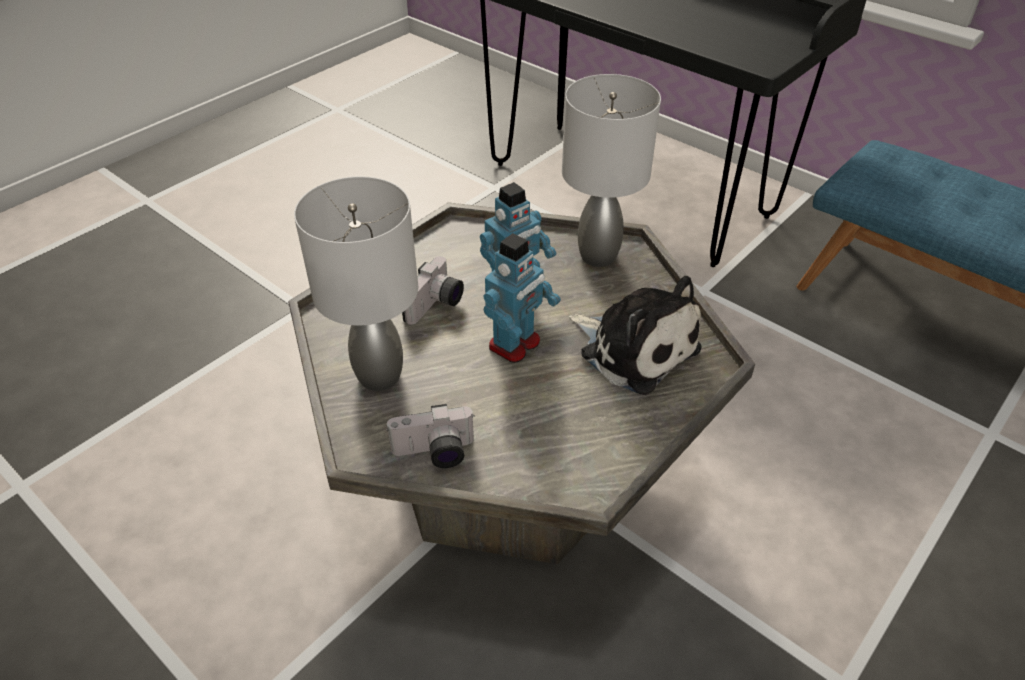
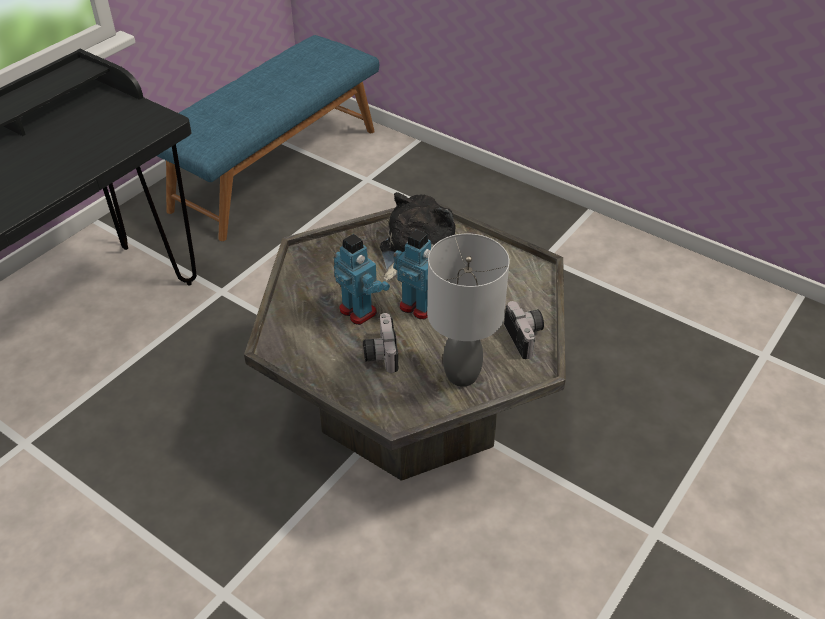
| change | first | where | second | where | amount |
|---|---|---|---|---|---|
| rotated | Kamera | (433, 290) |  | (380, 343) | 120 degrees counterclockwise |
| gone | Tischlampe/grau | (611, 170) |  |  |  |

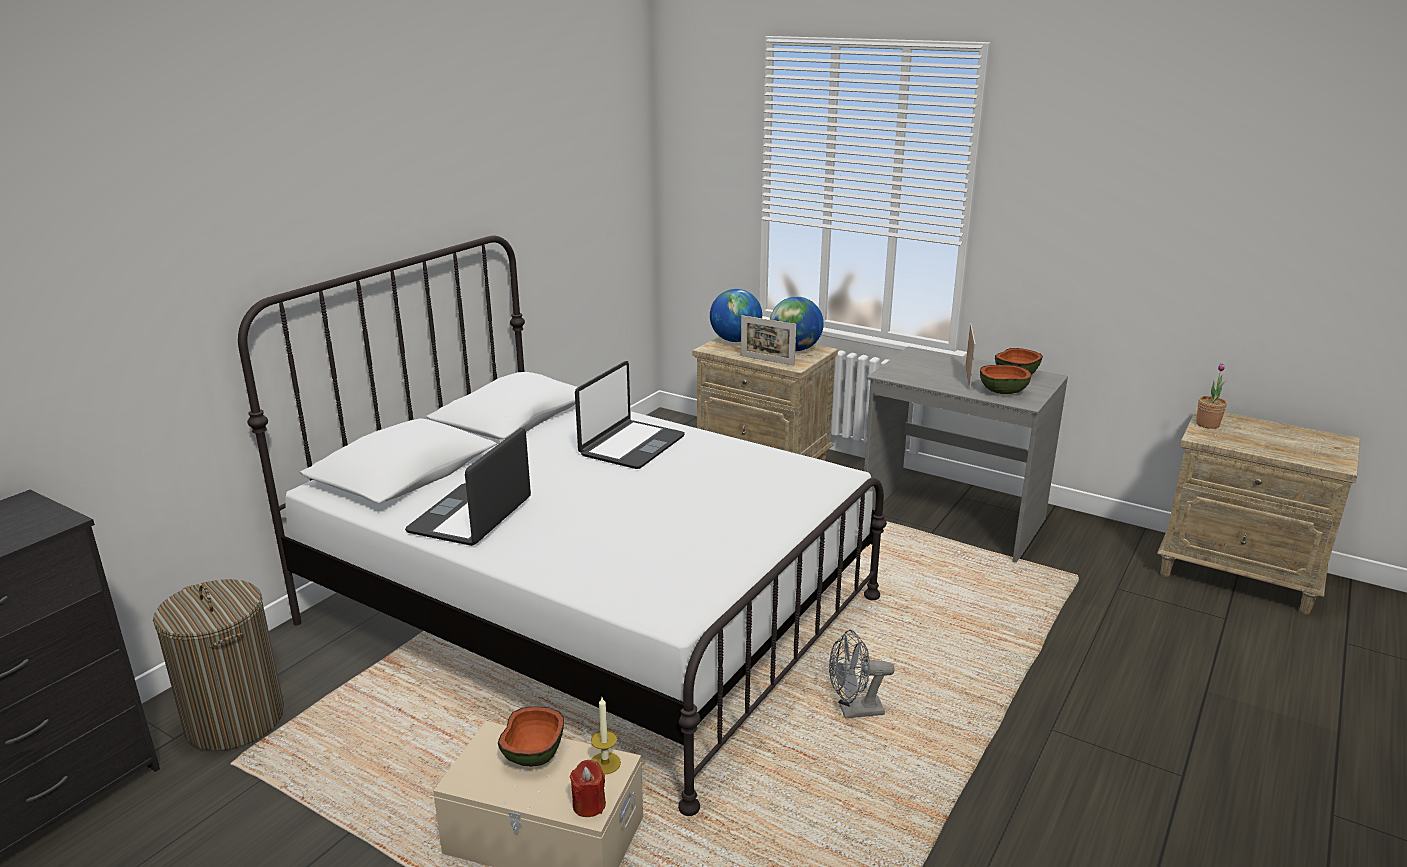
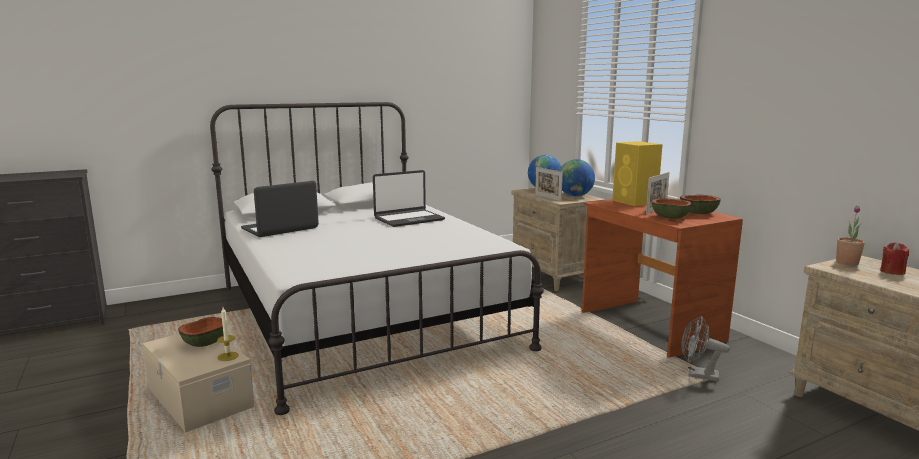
| change | first | where | second | where | amount |
|---|---|---|---|---|---|
| gone | Wäschekorb | (218, 665) |  |  |  |
| shifted | Kerze/rot | (588, 788) |  | (894, 258) |  |
| shifted | Ventilator/grau | (862, 674) |  | (705, 349) |  |
| repainted | Schreibtisch/grau | (966, 454) | Schreibtisch/braun | (662, 278) |  |
| new |  |  | Lautsprecher/gelb | (637, 173) |  |

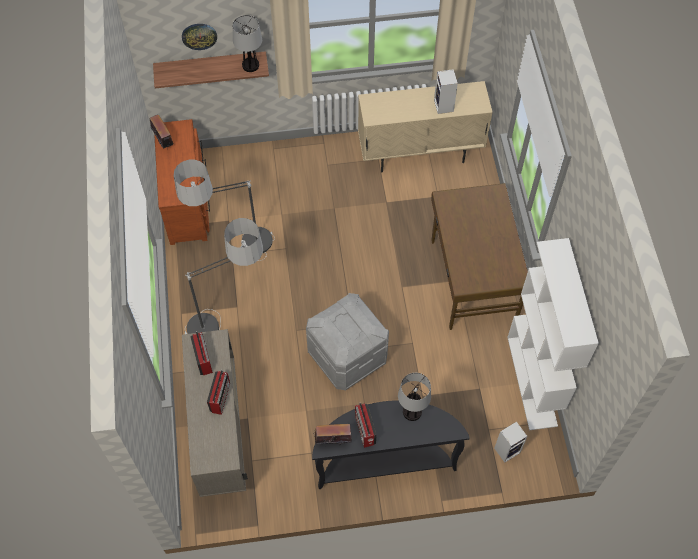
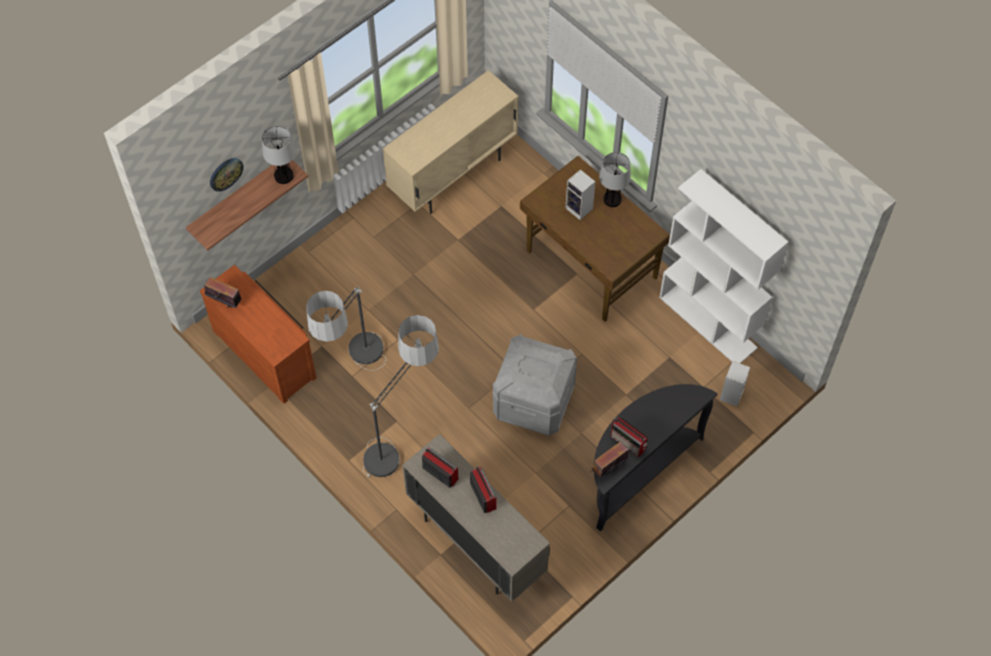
| change | first | where | second | where | amount |
|---|---|---|---|---|---|
| shifted | Tischlampe | (414, 397) |  | (615, 179) |  |
| shifted | Lautsprecher | (446, 91) |  | (580, 194) |  |

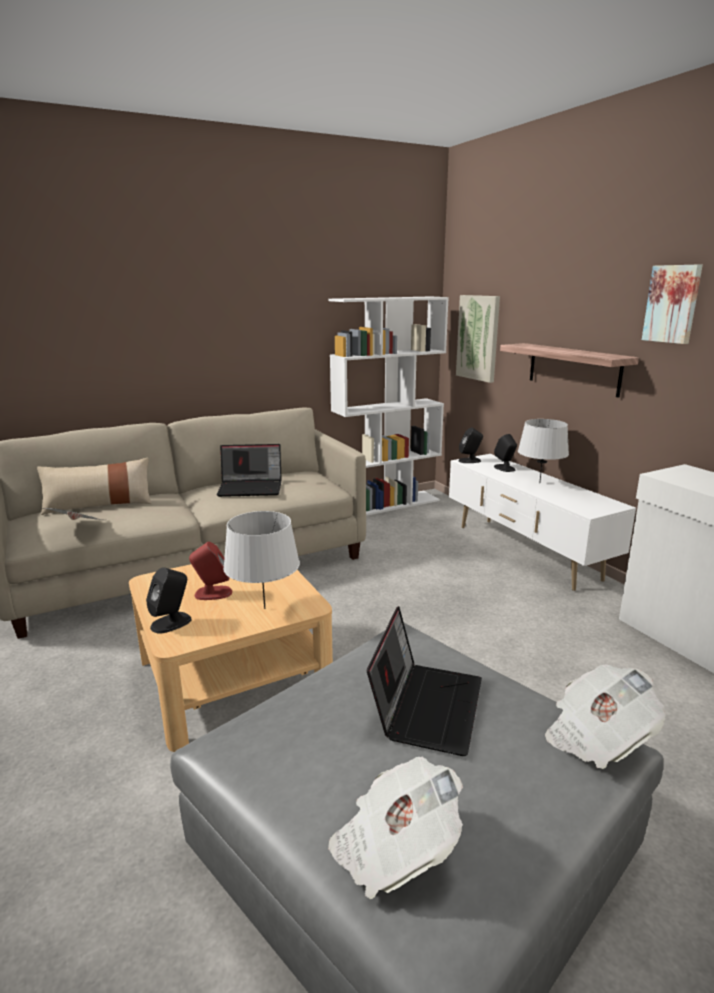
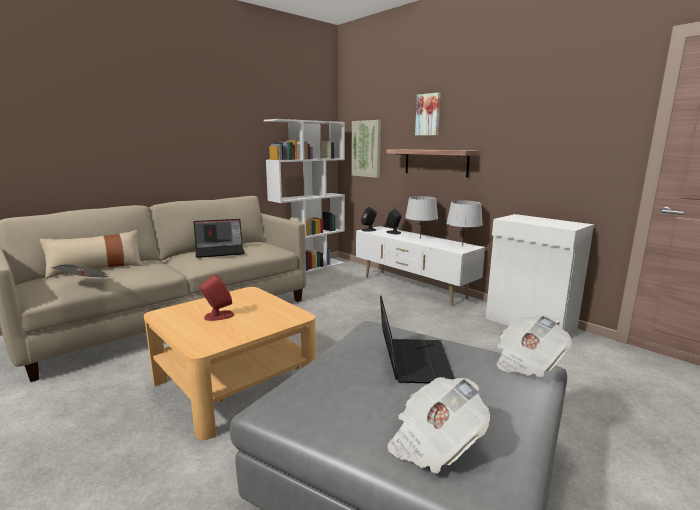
| change | first | where | second | where | amount |
|---|---|---|---|---|---|
| gone | Lautsprecher/schwarz | (169, 600) |  |  |  |
| shifted | Tischlampe/grau | (261, 560) |  | (464, 224) |  |
| shifted | Bild | (672, 304) |  | (428, 114) |  |

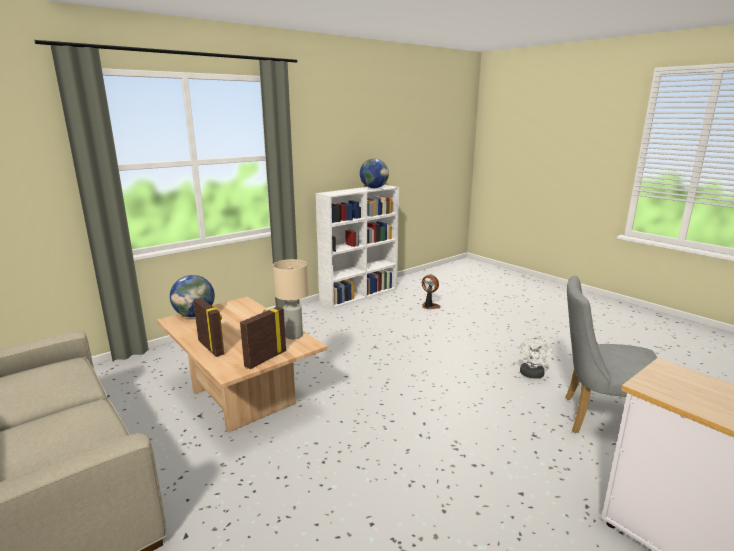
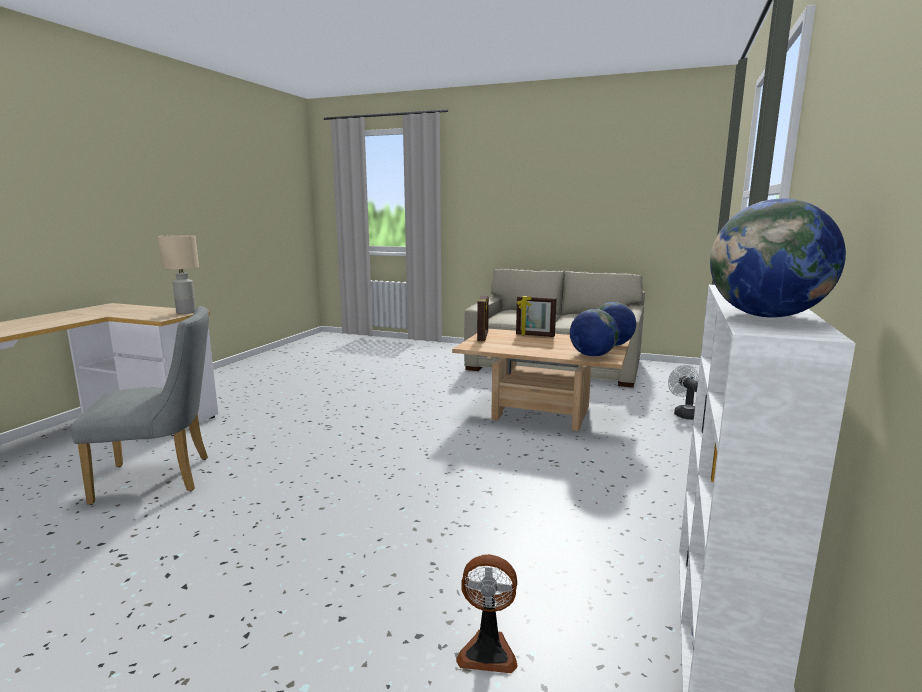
| change | first | where | second | where | amount |
|---|---|---|---|---|---|
| shifted | Tischlampe/beige | (290, 299) |  | (178, 274) |  |
| shifted | Ventilator/weiß | (536, 357) |  | (683, 392) |  |
| new |  |  | Globus | (594, 333) |  |

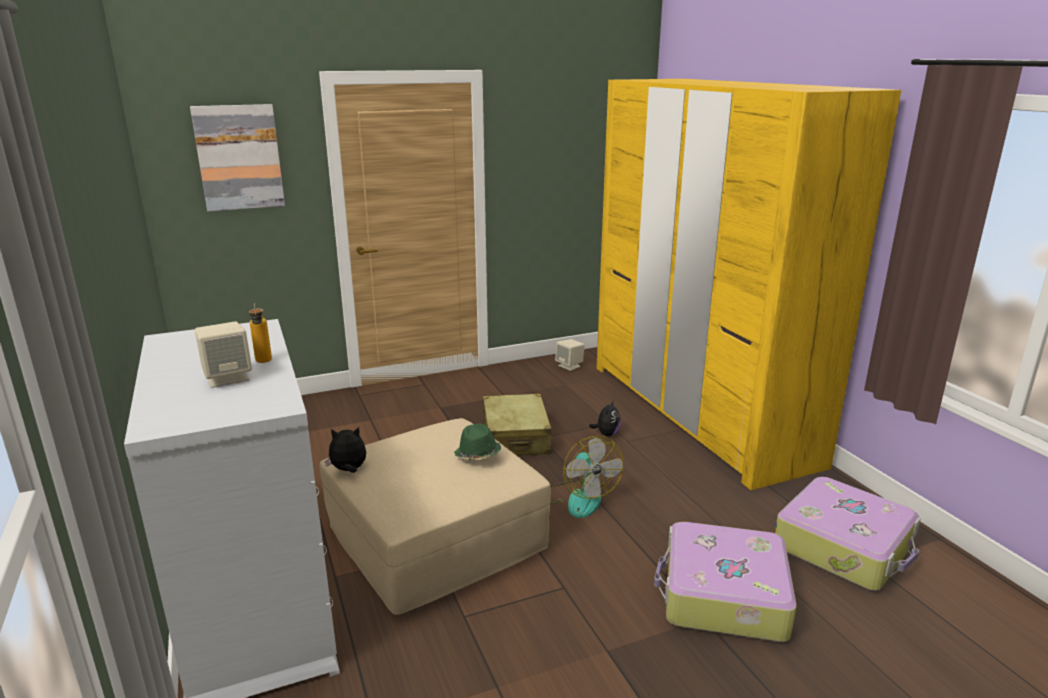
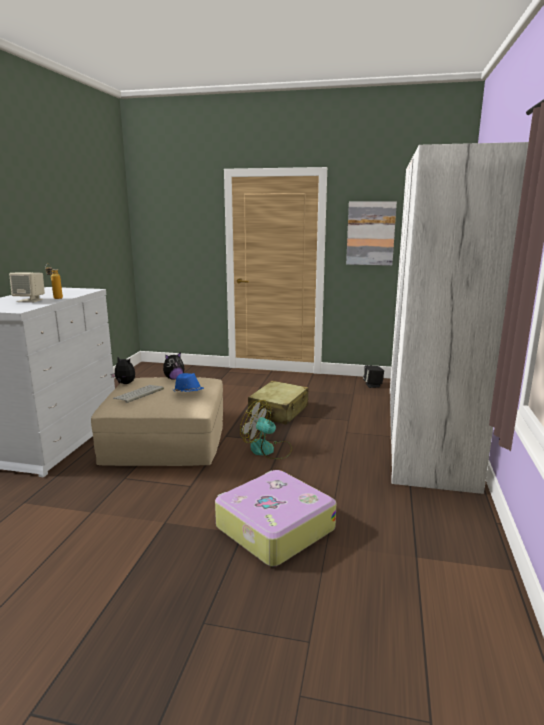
| change | first | where | second | where | amount |
|---|---|---|---|---|---|
| shifted | Bild | (237, 157) |  | (371, 233) |  |
| repainted | Hut/grün | (477, 442) | Hut/blau | (188, 382) |  |
| rotated | Ventilator | (586, 477) |  | (266, 429) | 105 degrees clockwise |
| repainted | Lautsprecher/beige | (570, 355) | Lautsprecher/schwarz | (373, 376) |  |
| shifted | Plüschtier | (605, 418) |  | (174, 366) |  |
| repainted | Kleiderschrank/gelb | (748, 284) | Kleiderschrank/weiß | (459, 318) |  |
| gone | Koffer | (848, 534) |  |  |  |
| new |  |  | Tastatur | (138, 394) |  |

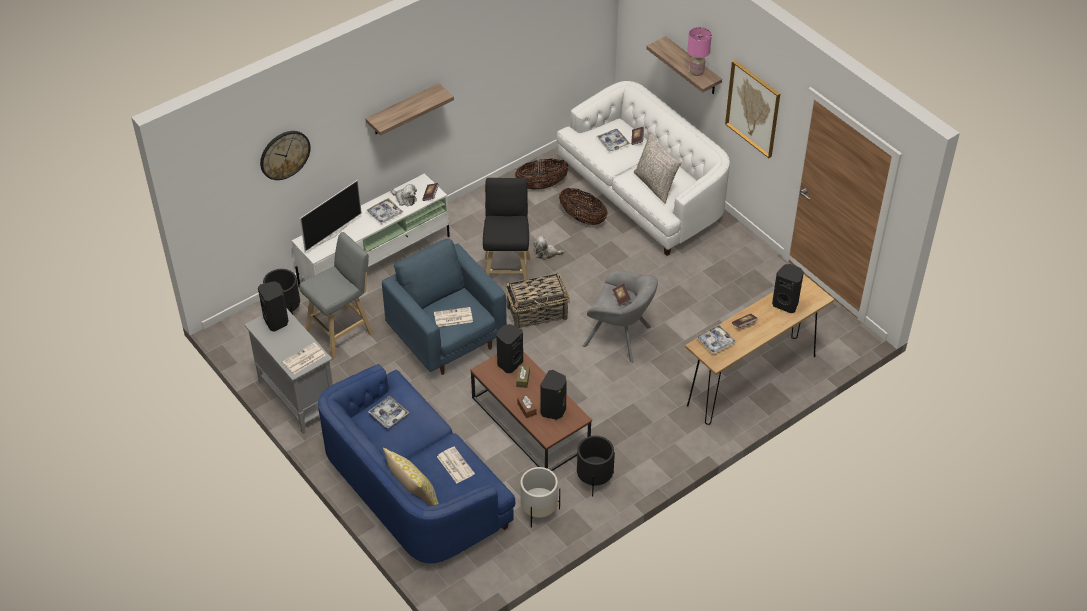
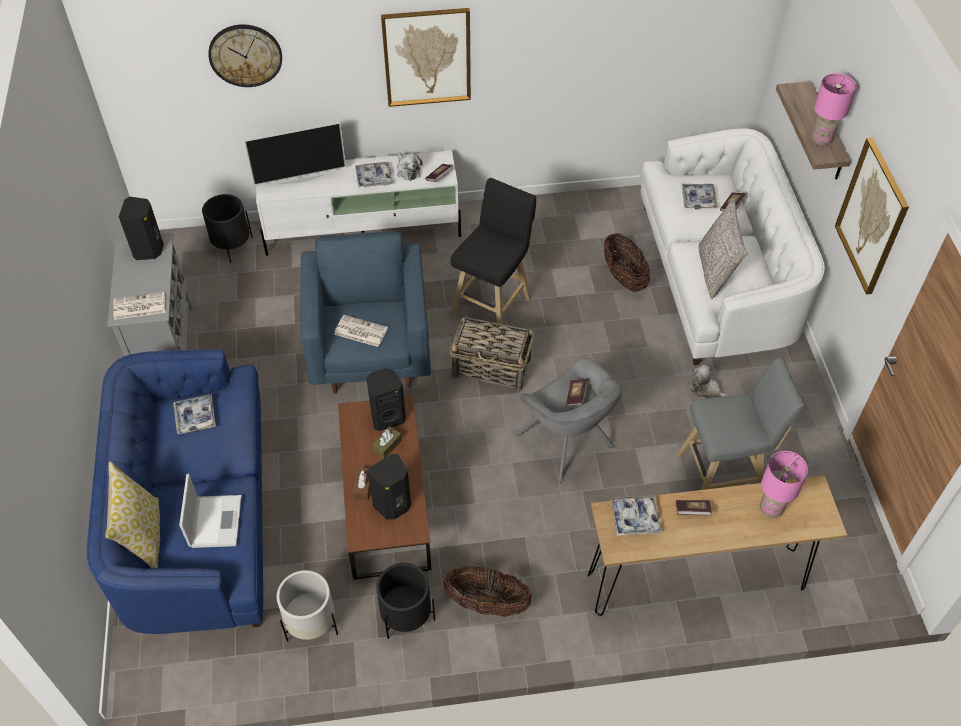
| change | first | where | second | where | amount |
|---|---|---|---|---|---|
| shifted | Hocker/grau | (336, 295) |  | (740, 424) |  |
| swapped | Wandregal | (409, 109) | Bild | (426, 57) |  |
| swapped | Zeitung | (456, 465) | Laptop | (210, 511) |  |
| shifted | Korb | (541, 174) |  | (487, 591) |  |
| shifted | Plüschtier | (549, 248) |  | (709, 381) |  |
| swapped | Lautsprecher/schwarz | (788, 288) | Tischlampe/rosa | (784, 484) |  |

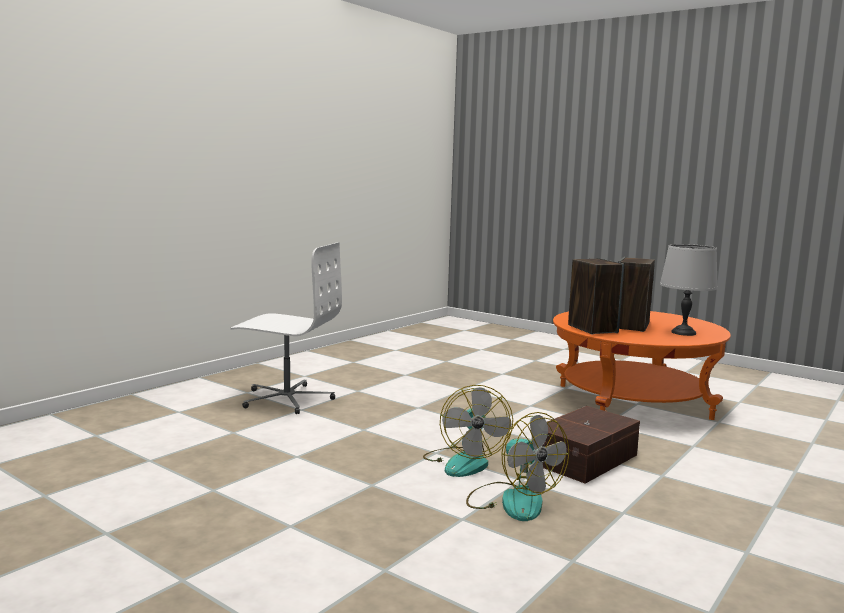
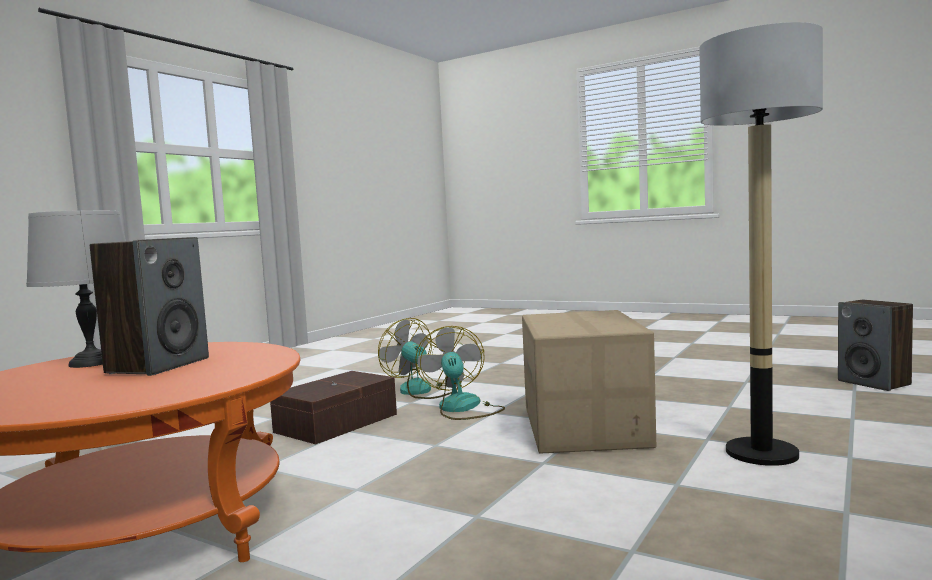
| change | first | where | second | where | amount |
|---|---|---|---|---|---|
| swapped | Bürostuhl/weiß | (286, 328) | Stehlampe | (761, 244) |  |
| shifted | Lautsprecher | (596, 296) |  | (875, 345) |  |
| new |  |  | Karton | (589, 382) |  |

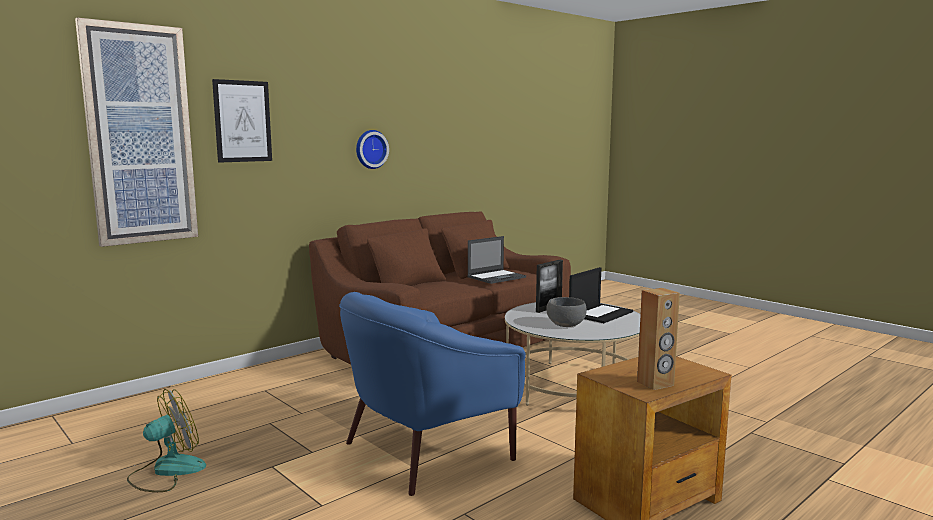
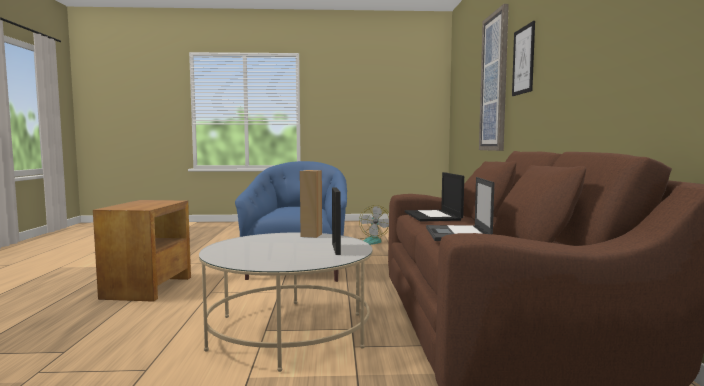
| change | first | where | second | where | amount |
|---|---|---|---|---|---|
| gone | Wanduhr | (372, 149) |  |  |  |
| gone | Schüssel/grau | (566, 312) |  |  |  |
| shifted | Laptop | (601, 295) |  | (434, 197) |  |
| shifted | Lautsprecher/braun | (658, 339) |  | (311, 204) |  |

